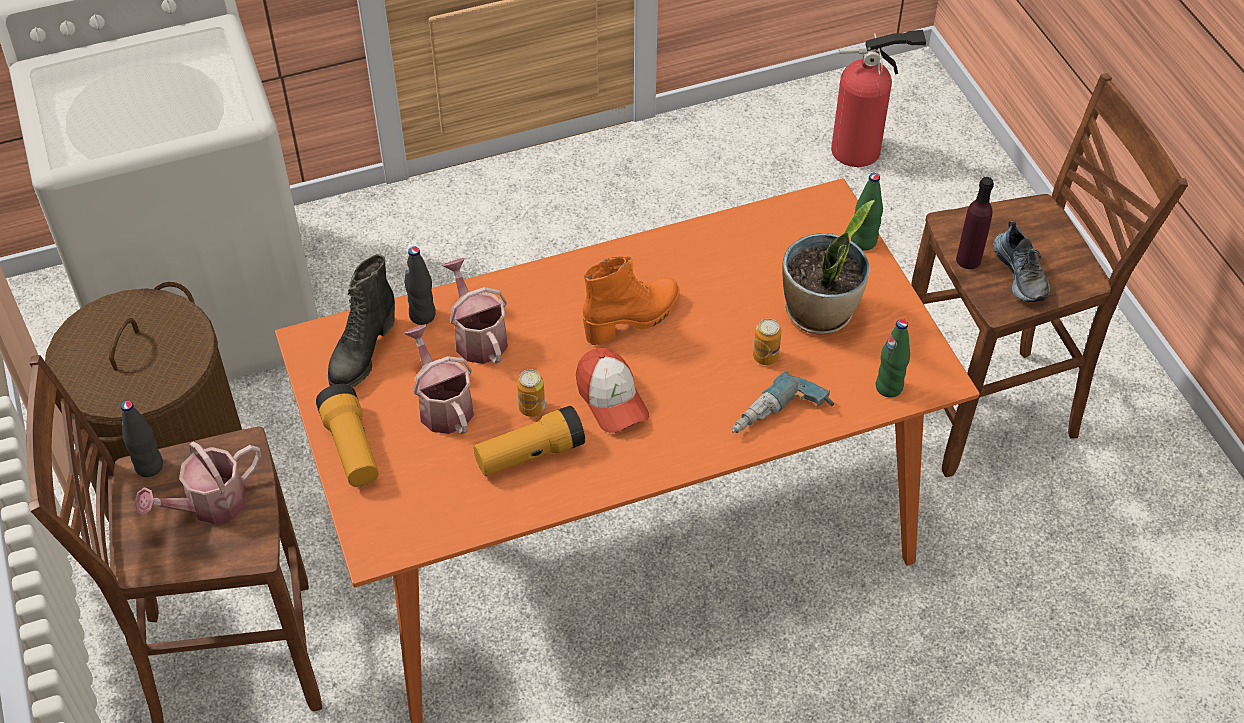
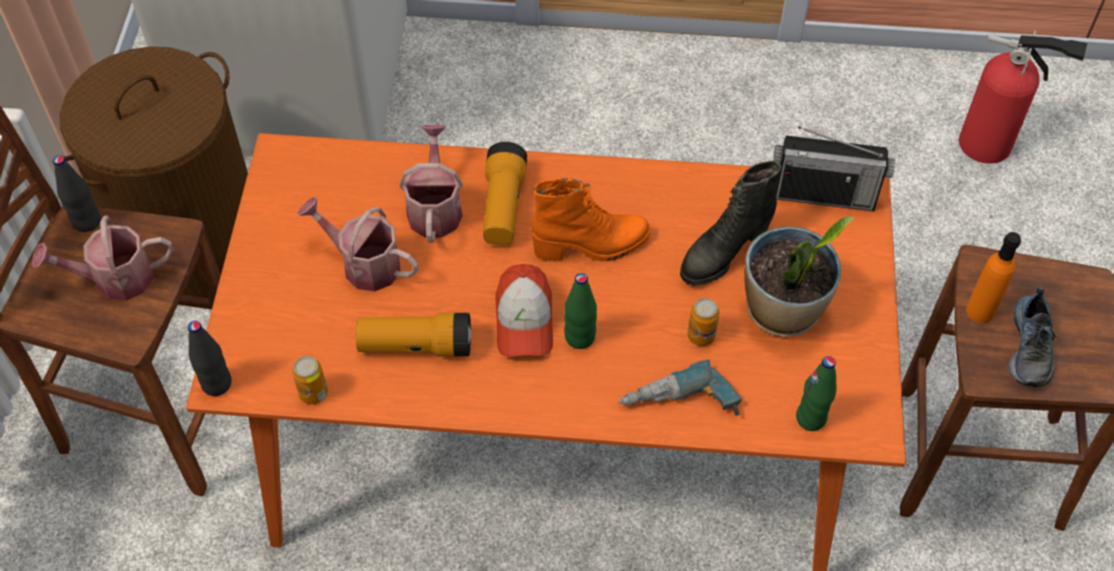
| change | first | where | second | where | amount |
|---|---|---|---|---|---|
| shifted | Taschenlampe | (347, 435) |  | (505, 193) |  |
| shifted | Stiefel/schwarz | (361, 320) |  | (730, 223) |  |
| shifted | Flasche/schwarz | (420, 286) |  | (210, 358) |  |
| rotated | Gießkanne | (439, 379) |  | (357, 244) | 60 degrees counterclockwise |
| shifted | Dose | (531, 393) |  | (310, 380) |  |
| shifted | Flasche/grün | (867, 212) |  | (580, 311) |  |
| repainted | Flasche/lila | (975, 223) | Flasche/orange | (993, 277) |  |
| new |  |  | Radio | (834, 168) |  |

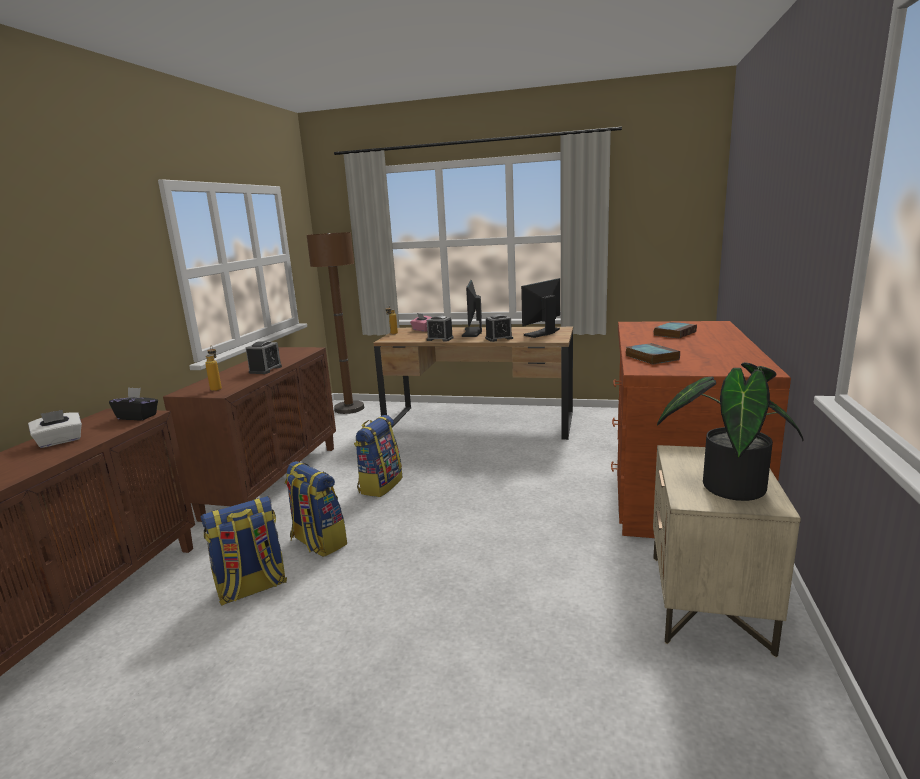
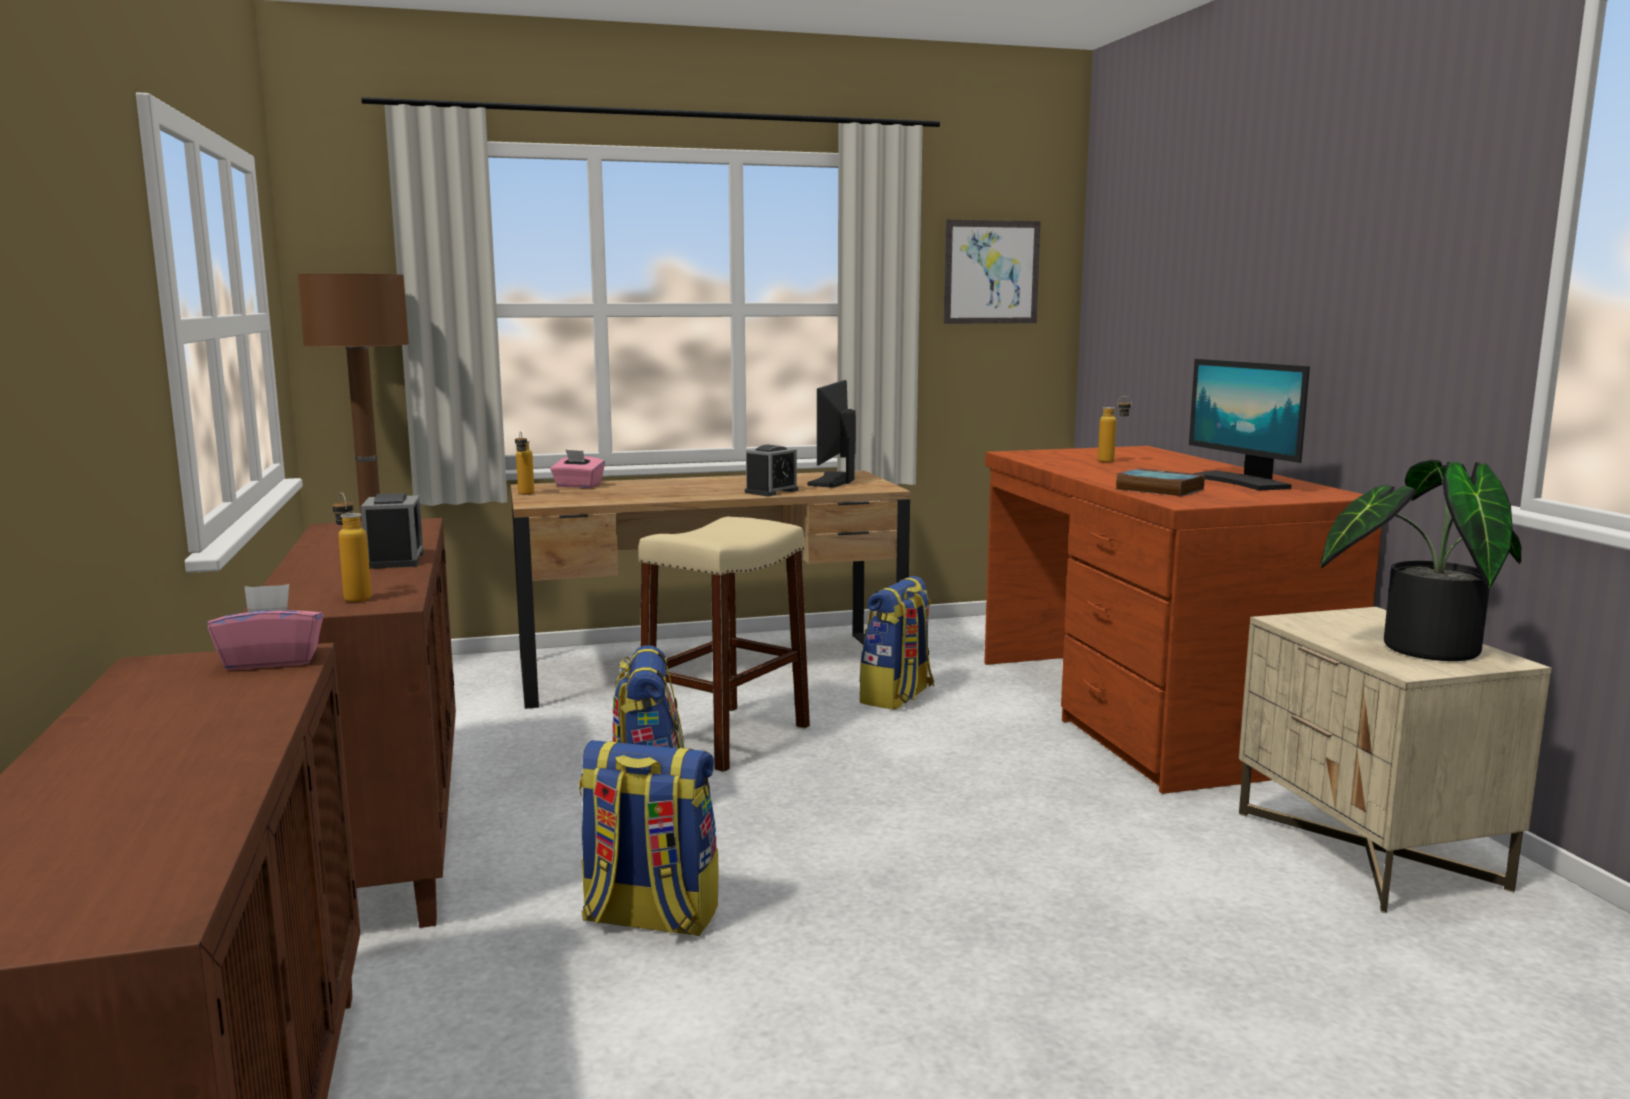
| change | first | where | second | where | amount |
|---|---|---|---|---|---|
| gone | Taschentuchbox/weiß | (55, 429) |  |  |  |
| repainted | Taschentuchbox/schwarz | (133, 403) | Taschentuchbox/rosa | (265, 627) |  |
| shifted | Rucksack | (243, 551) |  | (896, 643) |  |
| gone | Wecker | (440, 328) |  |  |  |
| shifted | Monitor | (472, 308) |  | (1249, 425) |  |
| swapped | Buch | (675, 330) | Flasche | (1115, 429) |  |
| new |  |  | Hocker/beige | (724, 644) |  |
| new |  |  | Bild | (992, 272) |  |

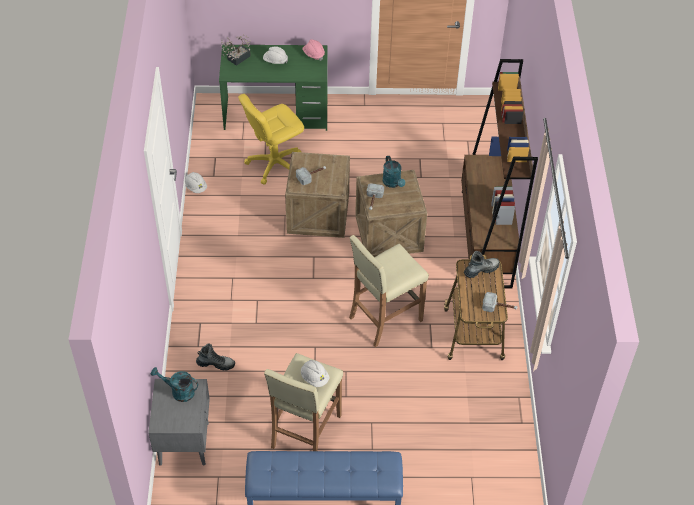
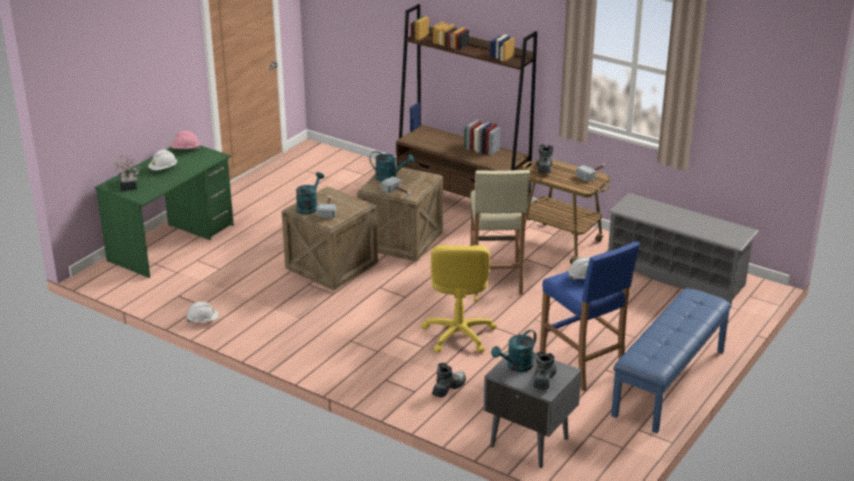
| change | first | where | second | where | amount |
|---|---|---|---|---|---|
| shifted | Bürostuhl/gelb | (271, 139) |  | (459, 299) |  |
| repainted | Hocker/beige | (303, 402) | Hocker/blau | (590, 316) |  |
| new |  |  | Gießkanne/türkis | (310, 193) |  |
| new |  |  | Stiefel | (545, 370) |  |
| new |  |  | Schuhregal/grau | (683, 249) |  |

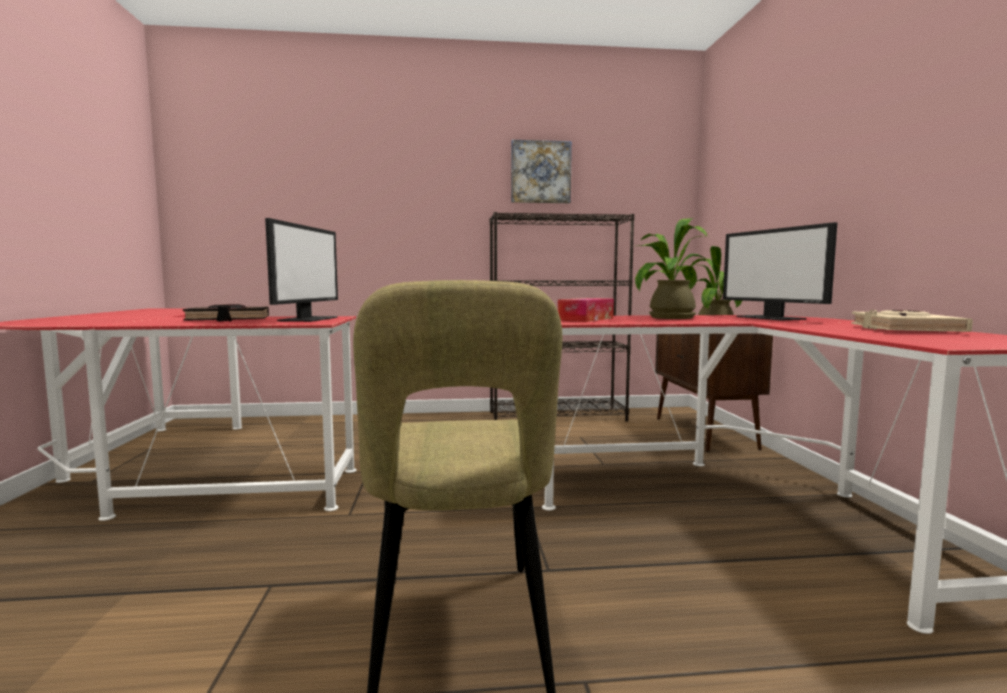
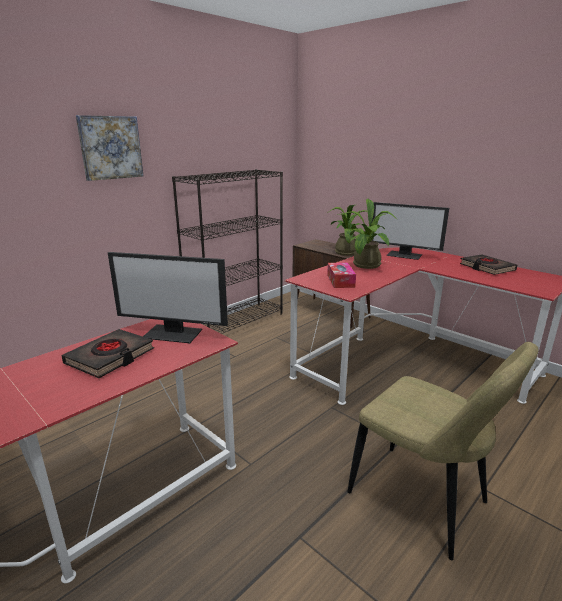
| change | first | where | second | where | amount |
|---|---|---|---|---|---|
| rotated | Monitor | (301, 270) |  | (168, 297) | 135 degrees clockwise |
| shifted | Bild | (541, 171) |  | (110, 148) |  |
| repainted | Buch/beige | (912, 321) | Buch/schwarz | (488, 264) |  |

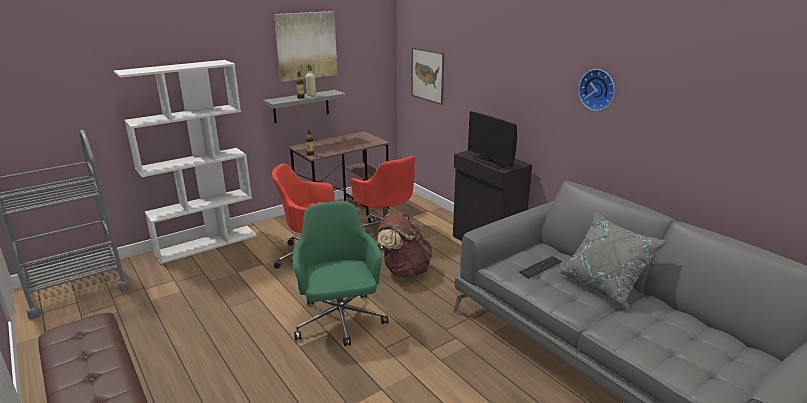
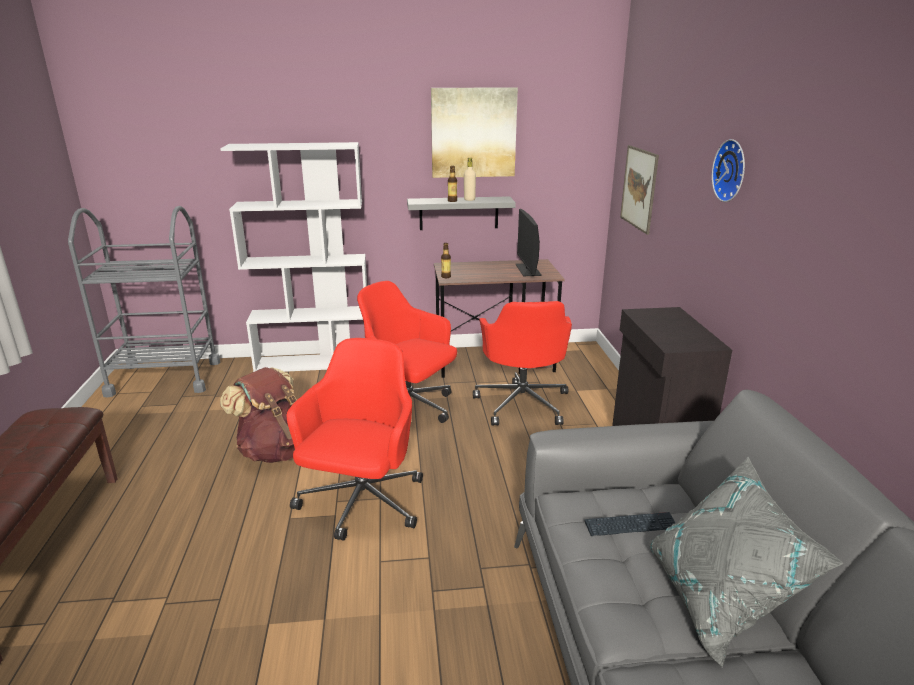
| change | first | where | second | where | amount |
|---|---|---|---|---|---|
| repainted | Bürostuhl/grün | (341, 273) | Bürostuhl/rot | (355, 439) |  |
| shifted | Rucksack/braun | (404, 245) |  | (258, 415) |  |
| shifted | Monitor | (492, 140) |  | (528, 242) |  |
| shifted | Wanduhr | (597, 90) |  | (728, 170) |  |

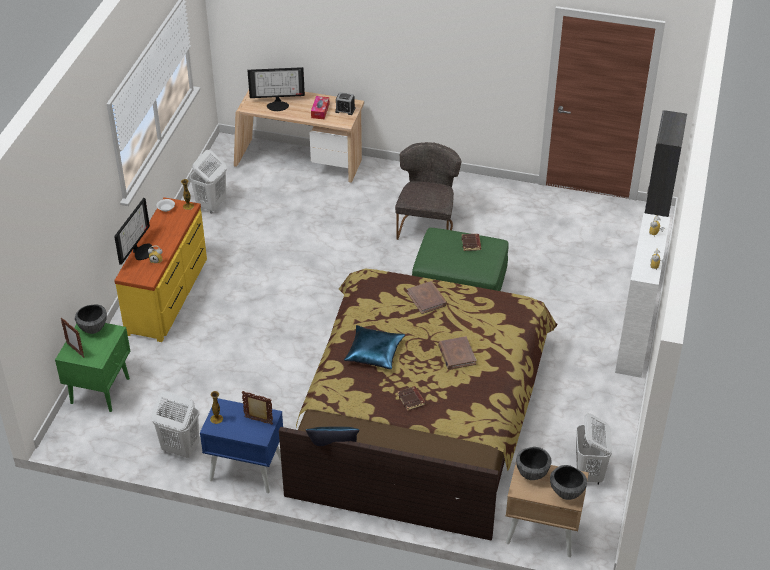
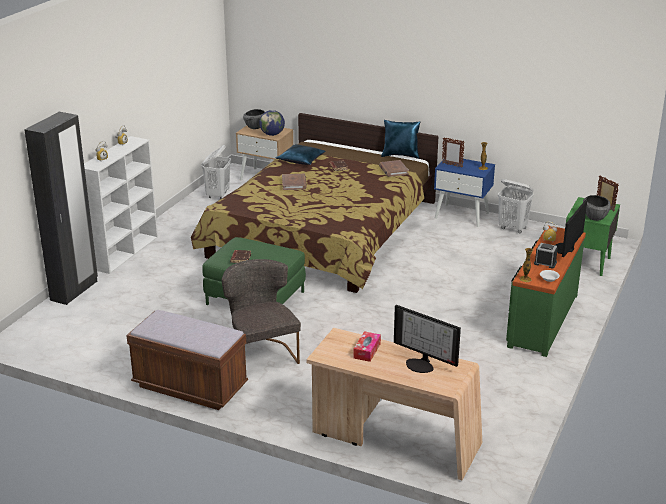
| change | first | where | second | where | amount |
|---|---|---|---|---|---|
| repainted | Kommode/gelb | (160, 269) | Kommode/grün | (546, 291) |  |
| gone | Wäschekorb/weiß | (208, 182) |  |  |  |
| rotated | Monitor | (276, 89) |  | (427, 339) | 150 degrees counterclockwise |
| shifted | Wecker | (345, 103) |  | (546, 256) |  |
| shifted | Kissen/blau | (374, 347) |  | (301, 154) |  |
| rotated | Stuhl/grau | (428, 191) |  | (261, 311) | 135 degrees clockwise |
| shifted | Buch/braun | (427, 297) |  | (394, 168) |  |
| swapped | Schüssel | (534, 463) | Globus | (272, 123) |  |
| new |  |  | Bank/braun | (187, 360) |  |

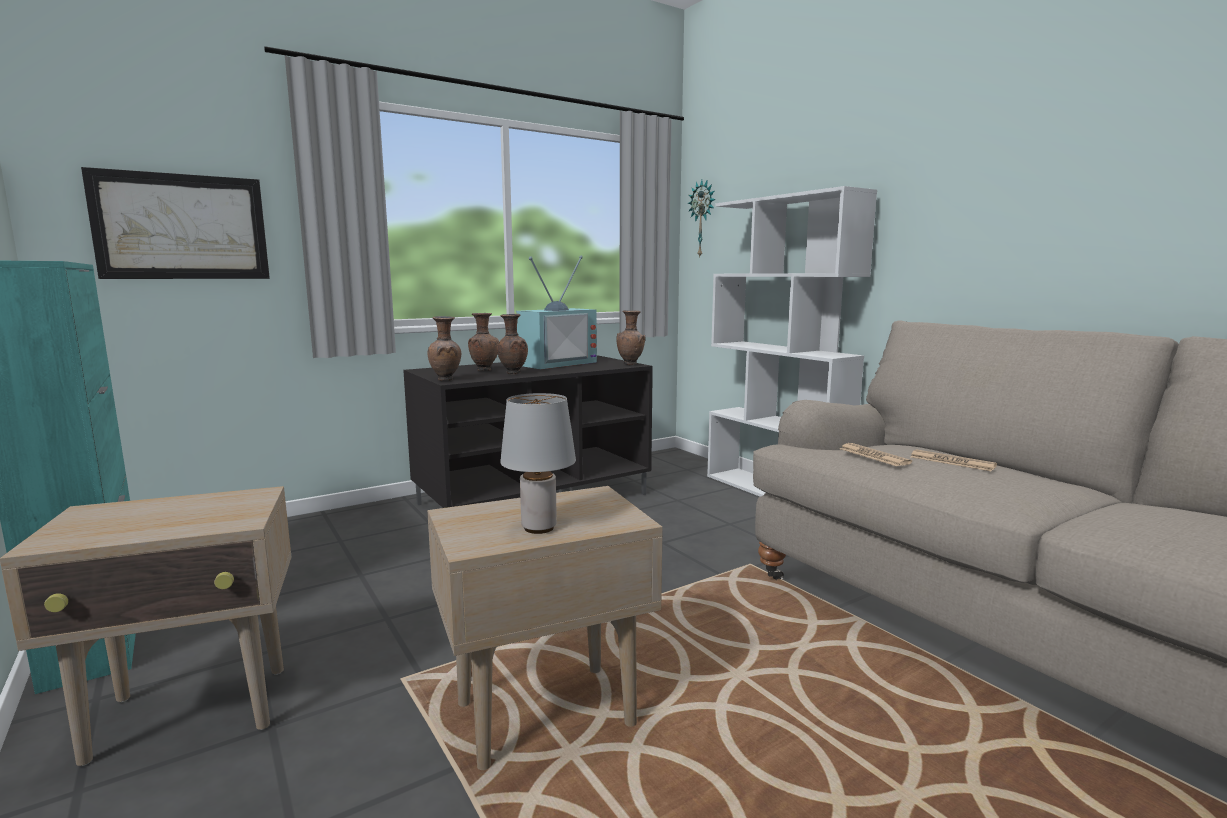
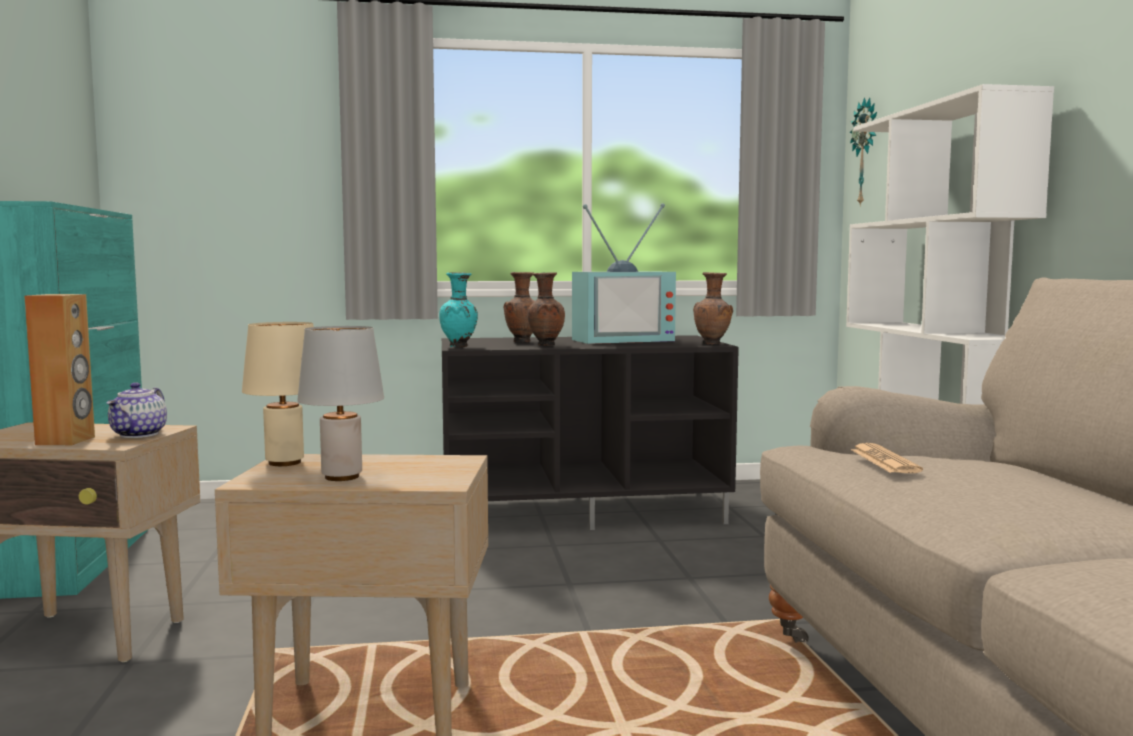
| change | first | where | second | where | amount |
|---|---|---|---|---|---|
| gone | Bild | (175, 223) |  |  |  |
| repainted | Vase/braun | (444, 348) | Vase/türkis | (458, 310) |  |
| gone | Zeitung | (954, 460) |  |  |  |
| new |  |  | Lautsprecher/braun | (60, 369) |  |
| new |  |  | Teekanne | (137, 410) |  |
| new |  |  | Tischlampe/beige | (278, 394) |  |

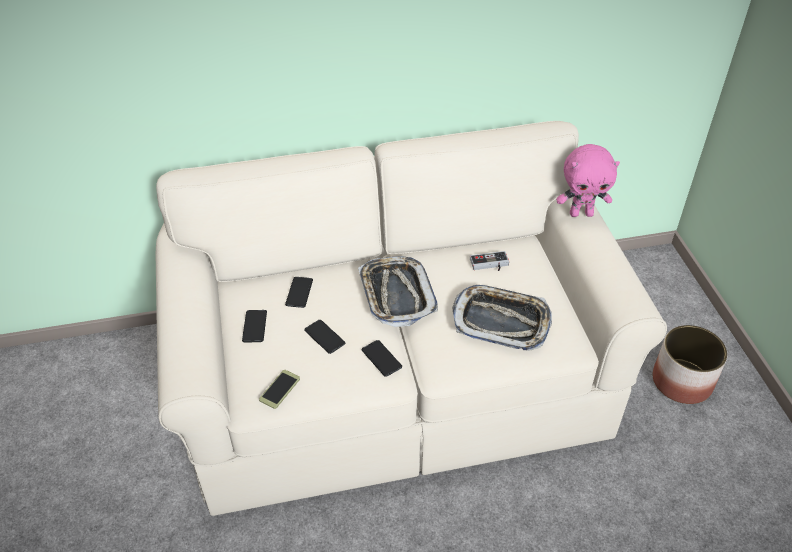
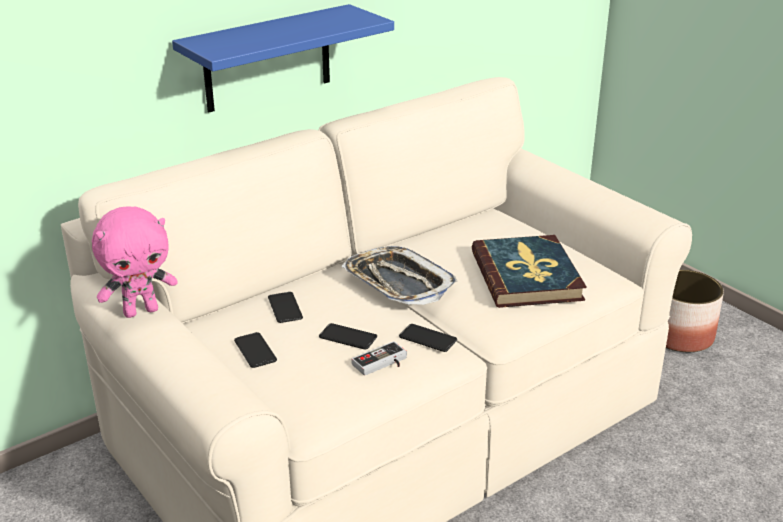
| change | first | where | second | where | amount |
|---|---|---|---|---|---|
| gone | Handy | (279, 389) |  |  |  |
| swapped | Tablett | (502, 318) | Buch | (529, 271) |  |
| shifted | Gamepad | (489, 261) |  | (379, 358) |  |
| shifted | Plüschtier/rosa | (588, 180) |  | (135, 262) |  |
| new |  |  | Wandregal/blau | (283, 58) |  |

